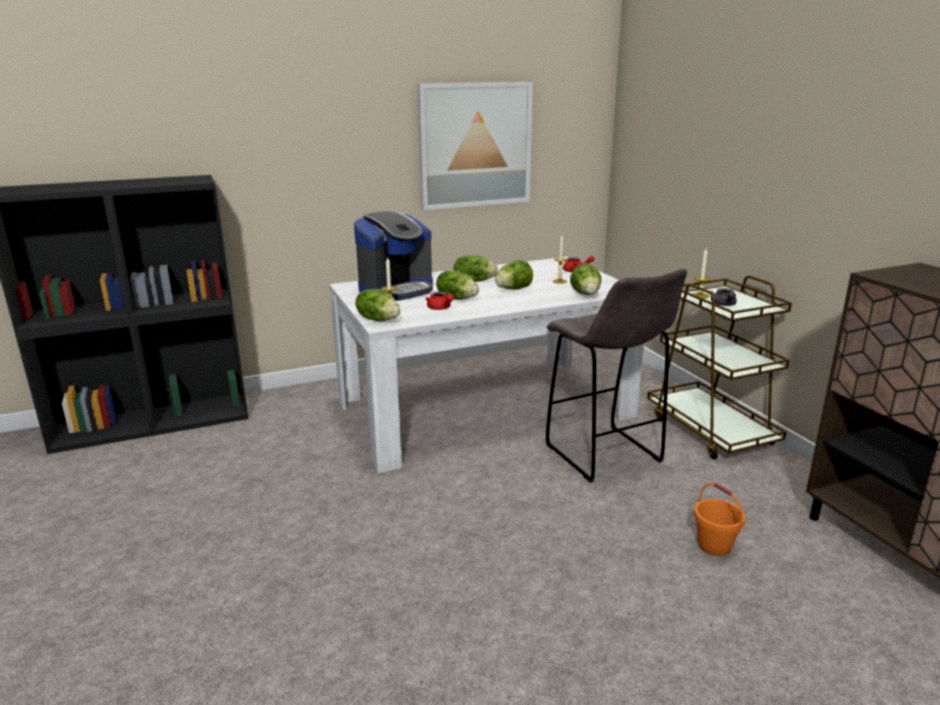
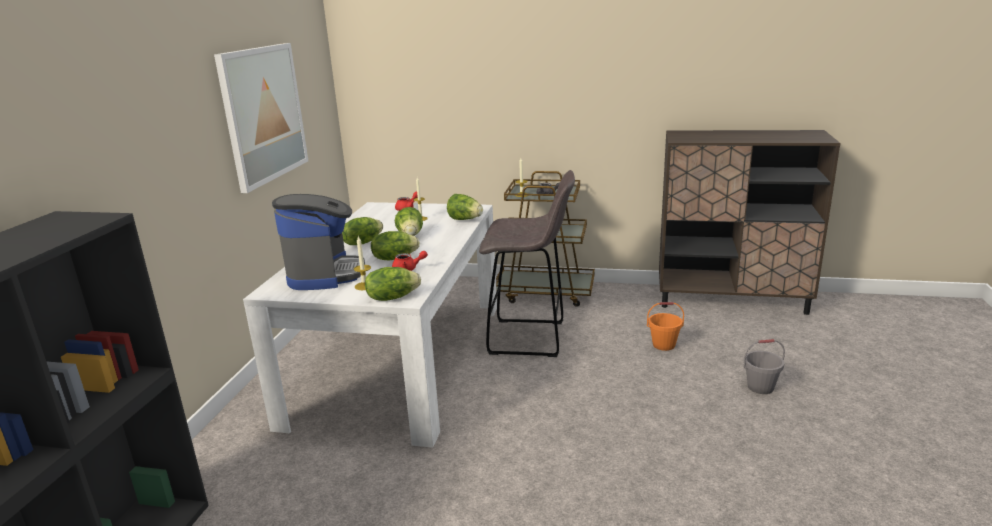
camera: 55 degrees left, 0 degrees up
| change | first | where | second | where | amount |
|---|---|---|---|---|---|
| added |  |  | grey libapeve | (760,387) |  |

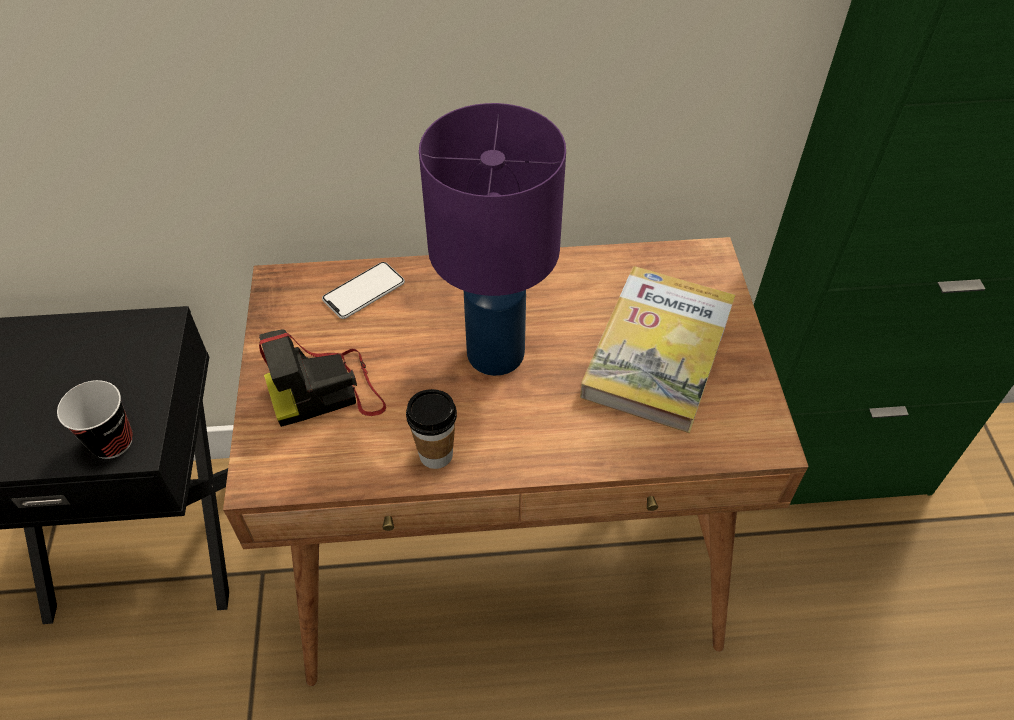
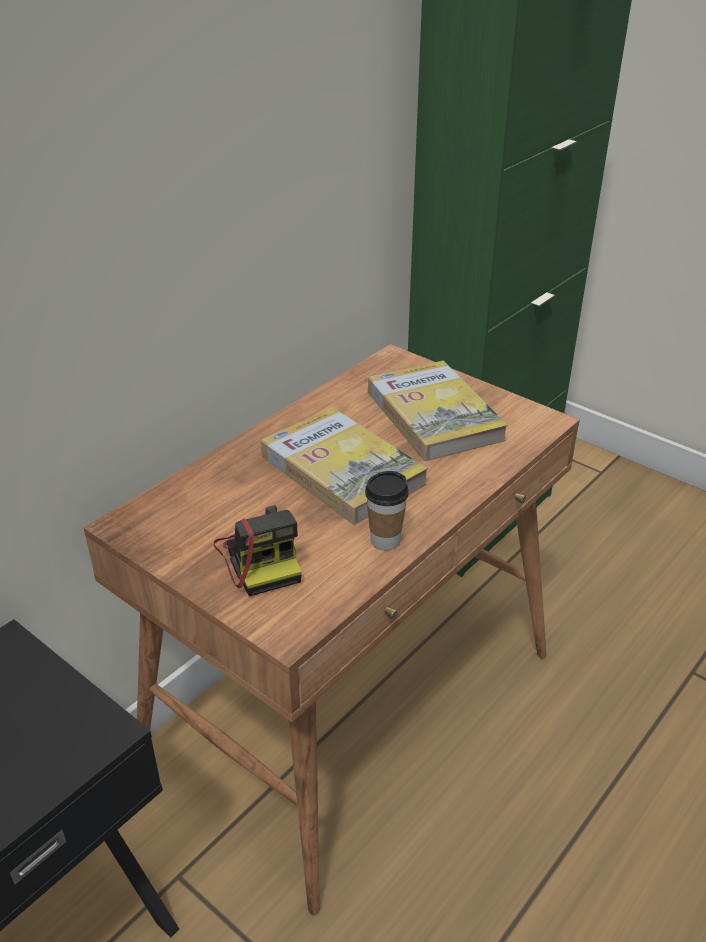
camera: 45 degrees left, 15 degrees down
| change | first | where | second | where | amount |
|---|---|---|---|---|---|
| removed | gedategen | (112,442) |  |  |  |
| turned | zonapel | (327,392) |  | (261,558) | 45 degrees counterclockwise |
| removed | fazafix | (364,291) |  |  |  |
| replaced | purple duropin | (497,352) | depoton | (342,470) |  |

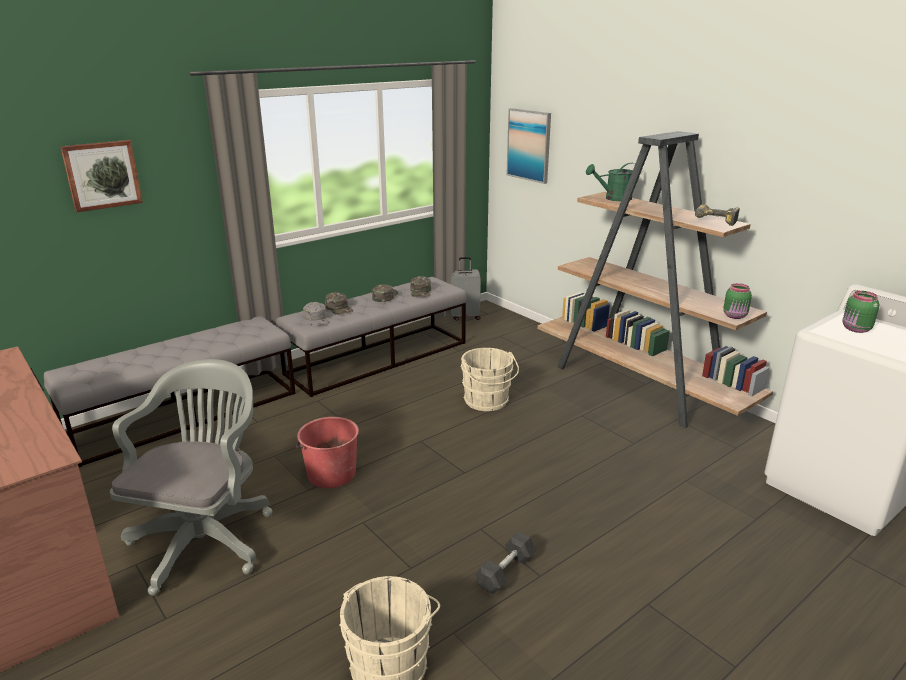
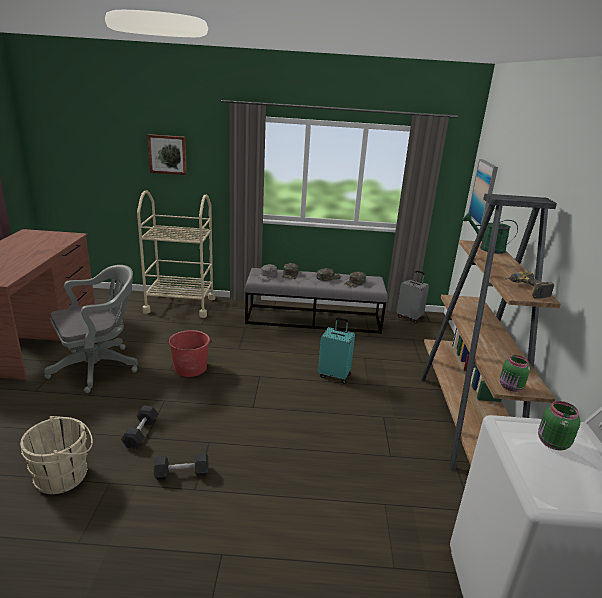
camera: 40 degrees right, 0 degrees up
| change | first | where | second | where | amount |
|---|---|---|---|---|---|
| replaced | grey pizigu | (185,413) | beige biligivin | (180,305) |  |
| replaced | beige libapeve | (487,402) | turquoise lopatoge | (334,375) |  |
| added |  |  | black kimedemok | (141,433) |  |

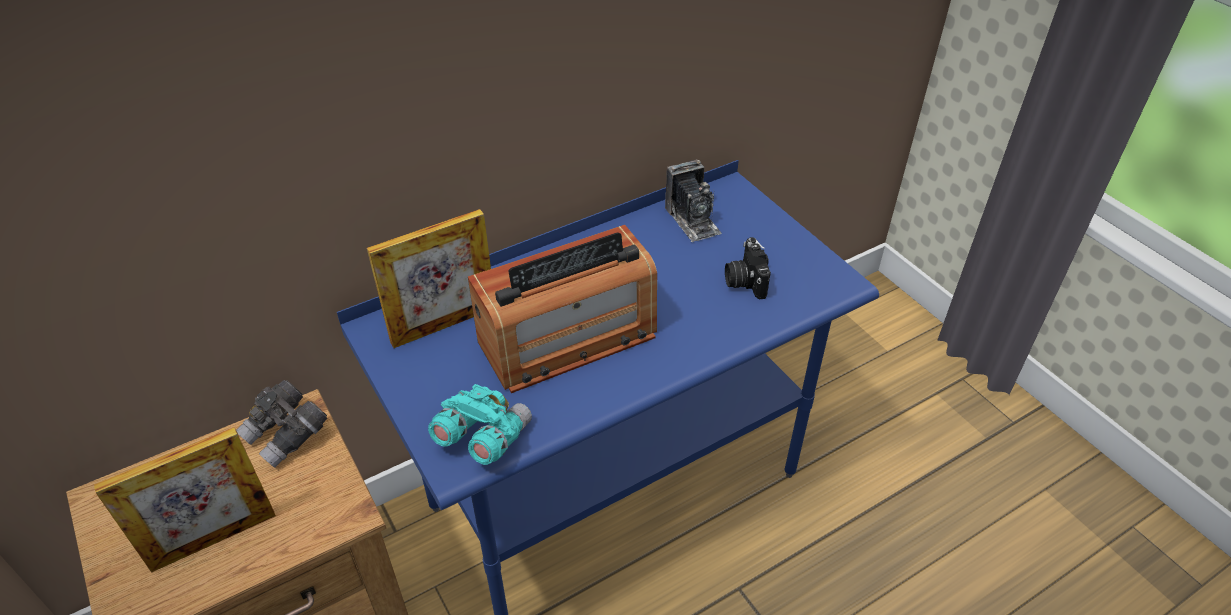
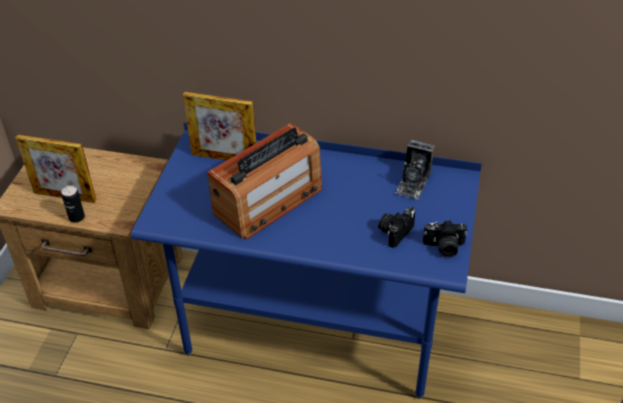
camera: 45 degrees right, 0 degrees up
| change | first | where | second | where | amount |
|---|---|---|---|---|---|
| removed | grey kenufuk | (287,435) |  |  |  |
| removed | turquoise kenufuk | (482,437) |  |  |  |
| turned | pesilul | (568,339) |  | (268,201) | 60 degrees counterclockwise |
| added |  |  | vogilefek | (76,217) |  |
| added |  |  | zonapel | (444,247) |  |

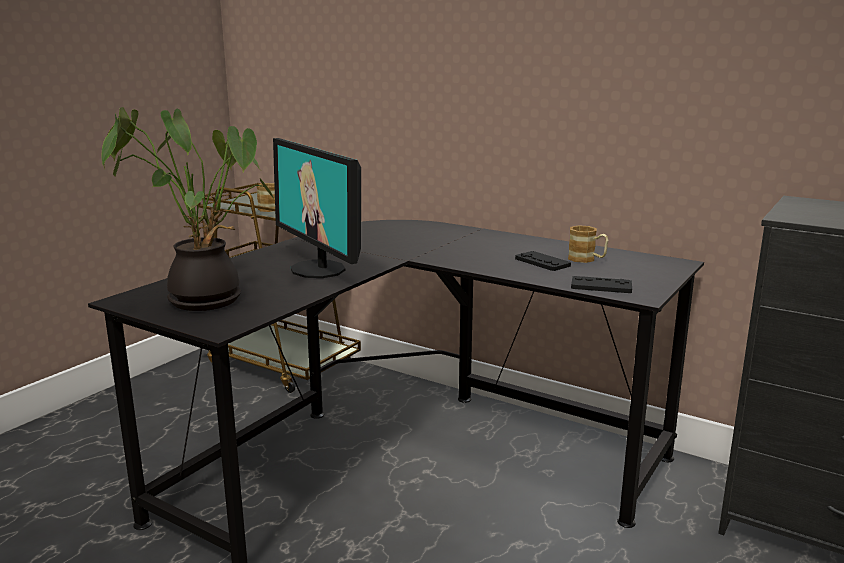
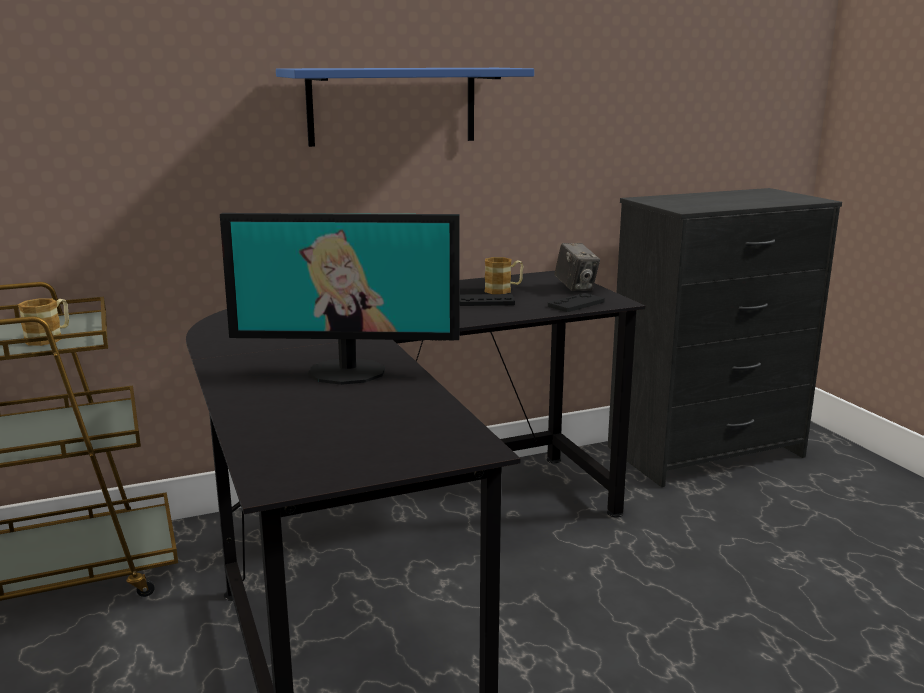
camera: 55 degrees left, 0 degrees up
| change | first | where | second | where | amount |
|---|---|---|---|---|---|
| removed | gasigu | (205,298) |  |  |  |
| added |  |  | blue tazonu | (392,106) |  |
| added |  |  | zonapel | (575,287) |  |

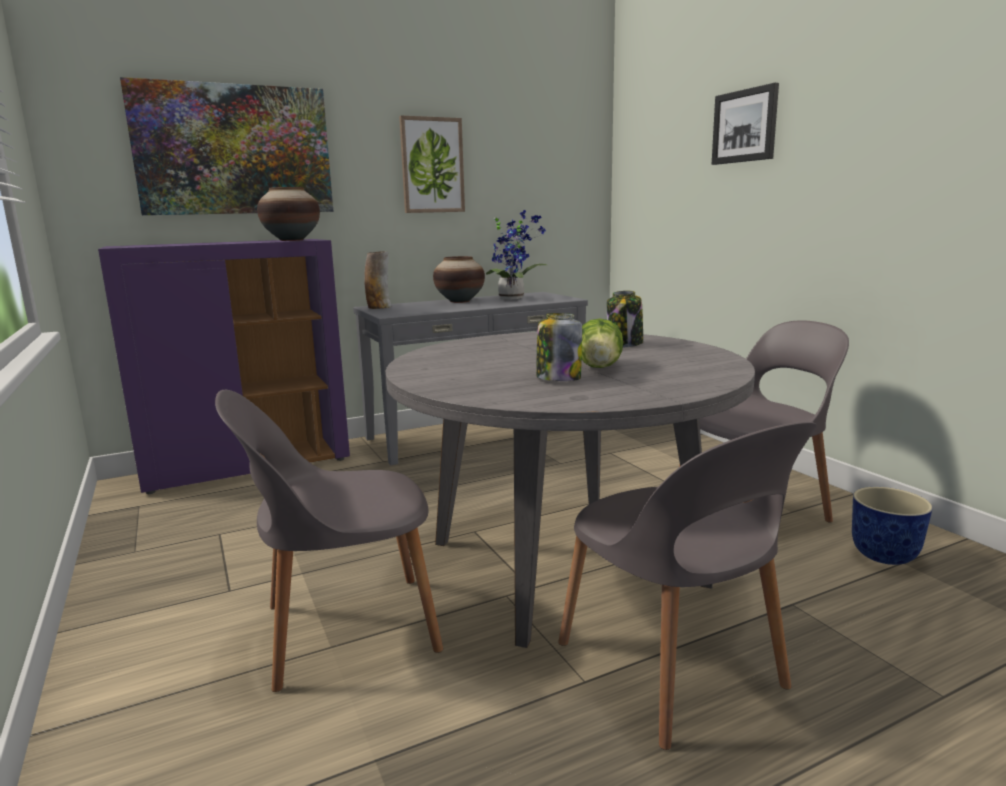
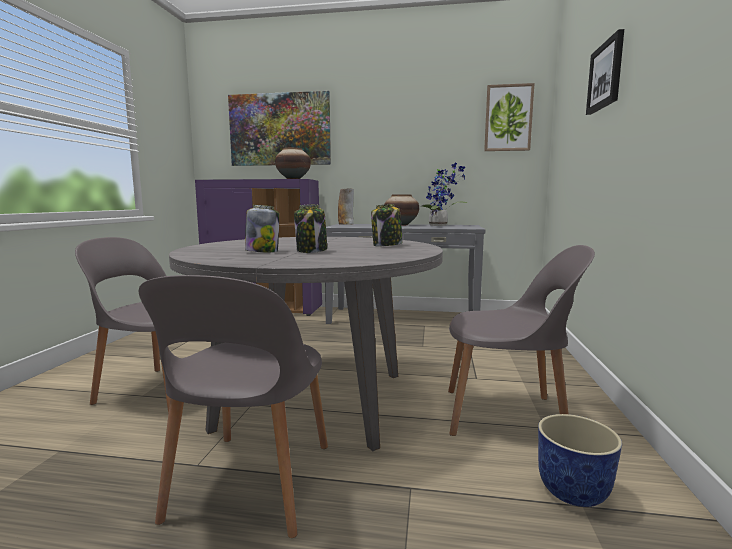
camera: 35 degrees right, 5 degrees down
| change | first | where | second | where | amount |
|---|---|---|---|---|---|
| moved | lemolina | (432,165) |  | (508,118) |  |
| replaced | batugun | (600,367) | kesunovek | (312,251) |  |

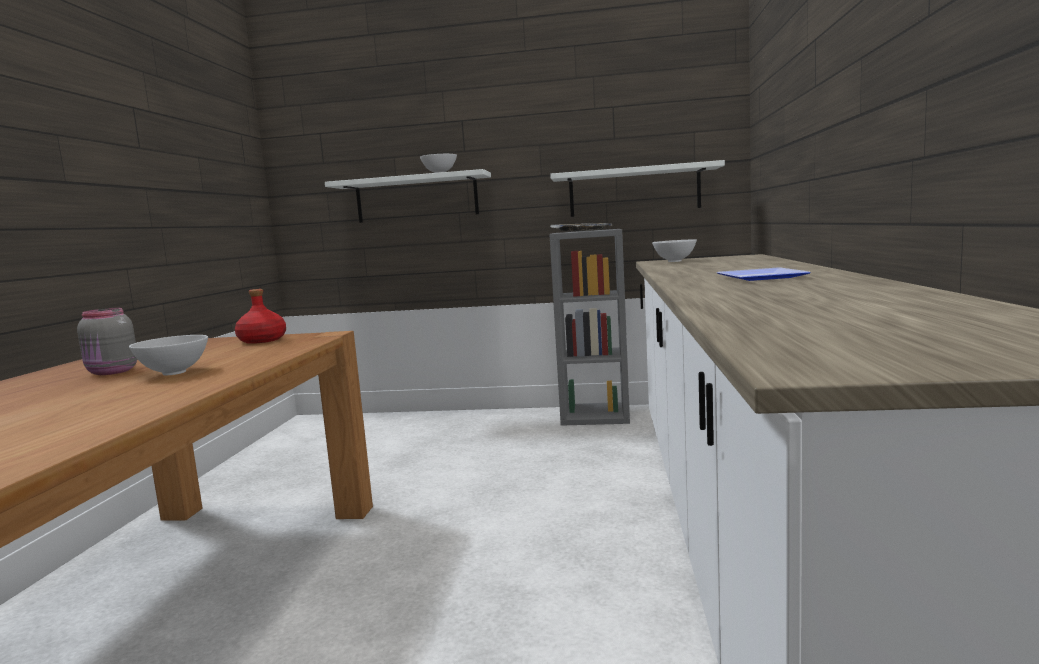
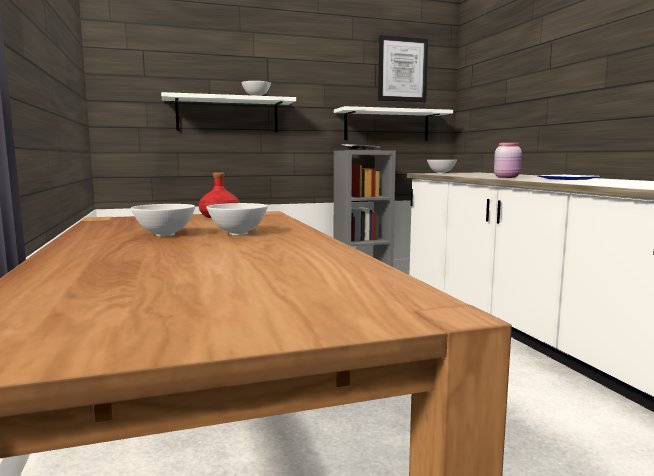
camera: 25 degrees left, 0 degrees up
| change | first | where | second | where | amount |
|---|---|---|---|---|---|
| replaced | grey kesunovek | (112,372) | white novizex | (165,235) |  |
| added |  |  | lemolina | (402,69) |  |
| added |  |  | pink kesunovek | (507,177) |  |

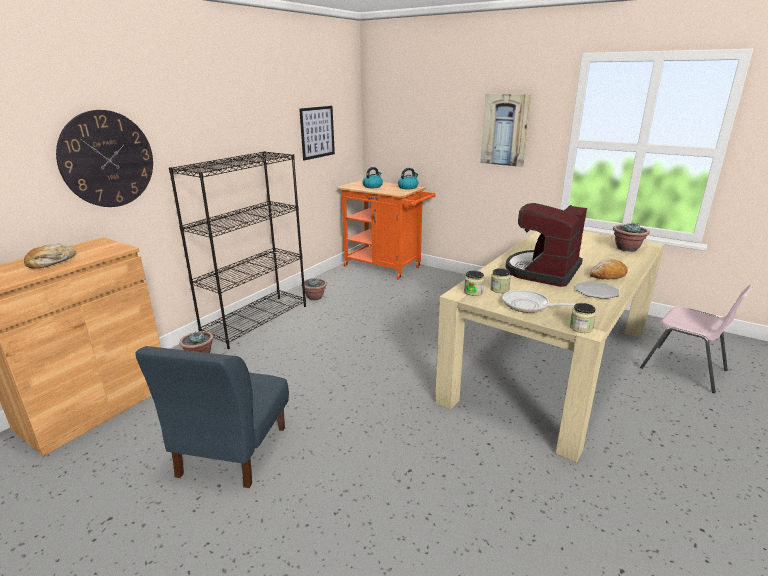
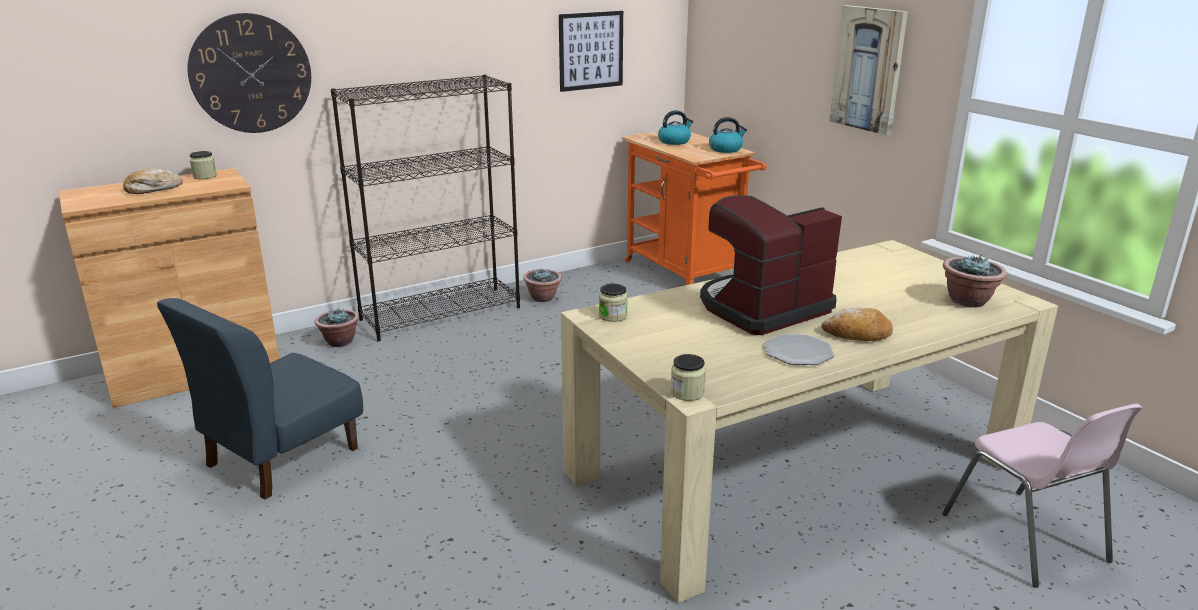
camera: 25 degrees right, 0 degrees up
| change | first | where | second | where | amount |
|---|---|---|---|---|---|
| moved | kesunovek | (499,289) |  | (205,176) |  |
| removed | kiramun | (529,306) |  |  |  |

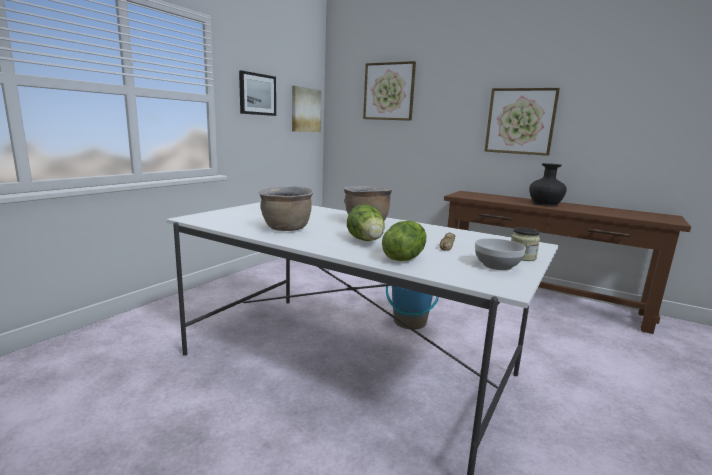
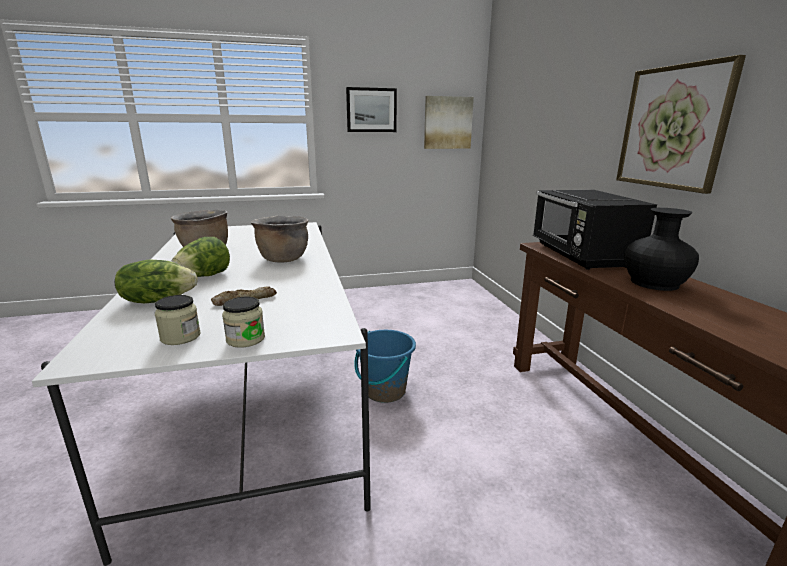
camera: 45 degrees right, 5 degrees up
| change | first | where | second | where | amount |
|---|---|---|---|---|---|
| removed | lemolina | (389,91) |  |  |  |
| replaced | novizex | (497,266) | kesunovek | (180,337) |  |
| added |  |  | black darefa | (581,256) |  |

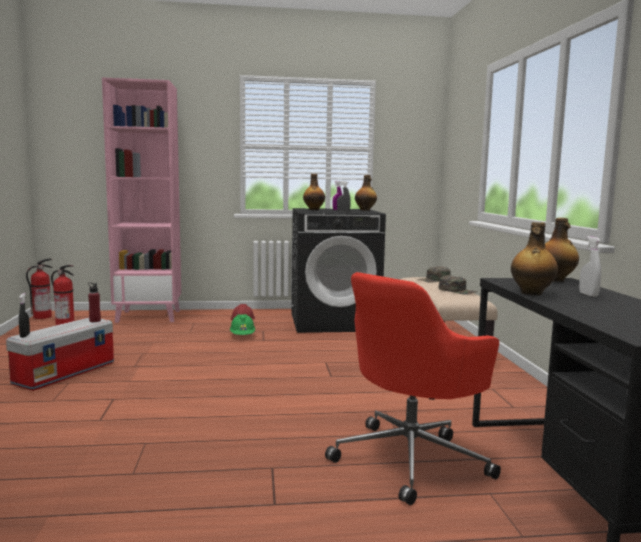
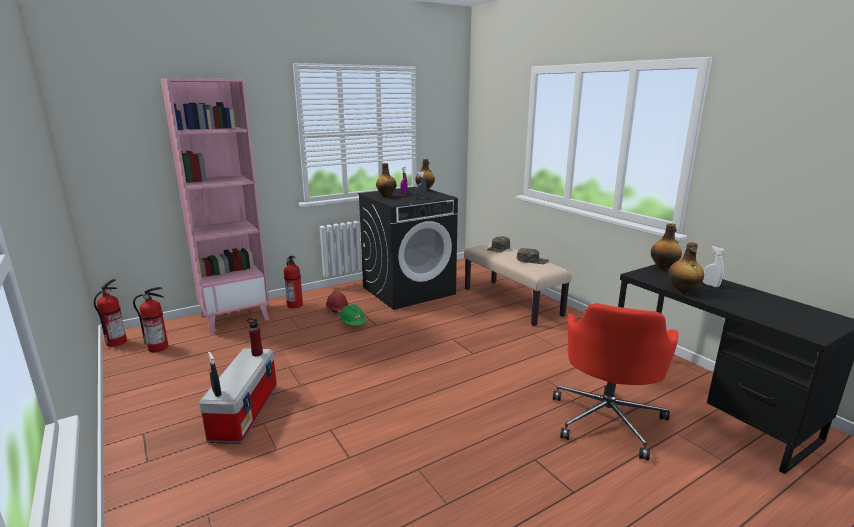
camera: 25 degrees left, 10 degrees up
| change | first | where | second | where | amount |
|---|---|---|---|---|---|
| added |  |  | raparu | (295,305) |  |

